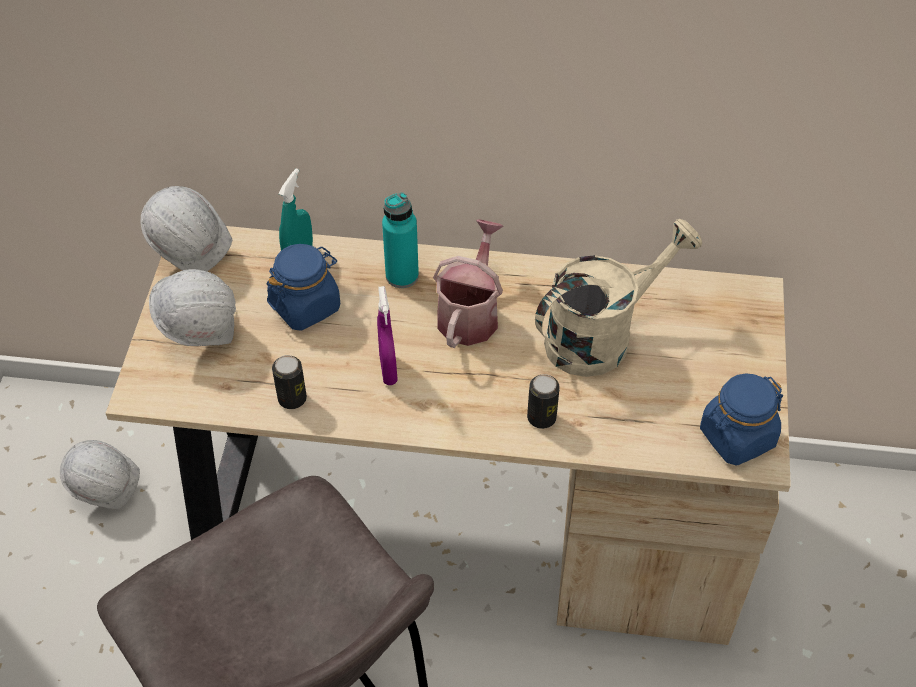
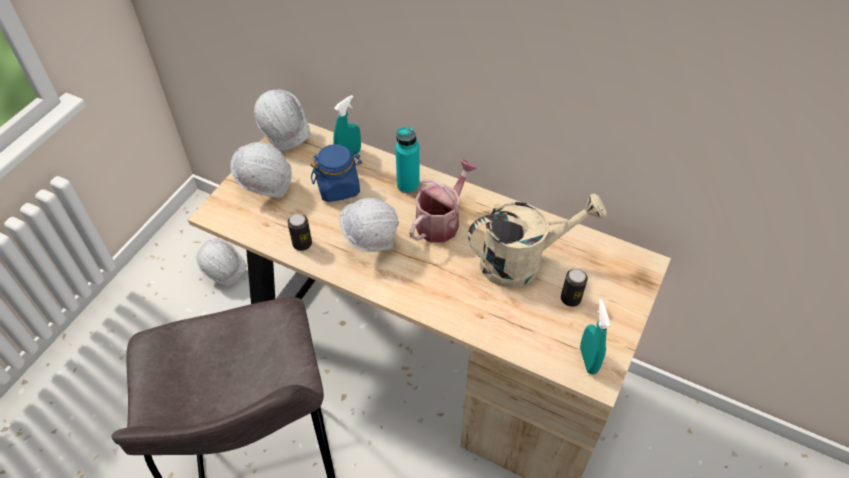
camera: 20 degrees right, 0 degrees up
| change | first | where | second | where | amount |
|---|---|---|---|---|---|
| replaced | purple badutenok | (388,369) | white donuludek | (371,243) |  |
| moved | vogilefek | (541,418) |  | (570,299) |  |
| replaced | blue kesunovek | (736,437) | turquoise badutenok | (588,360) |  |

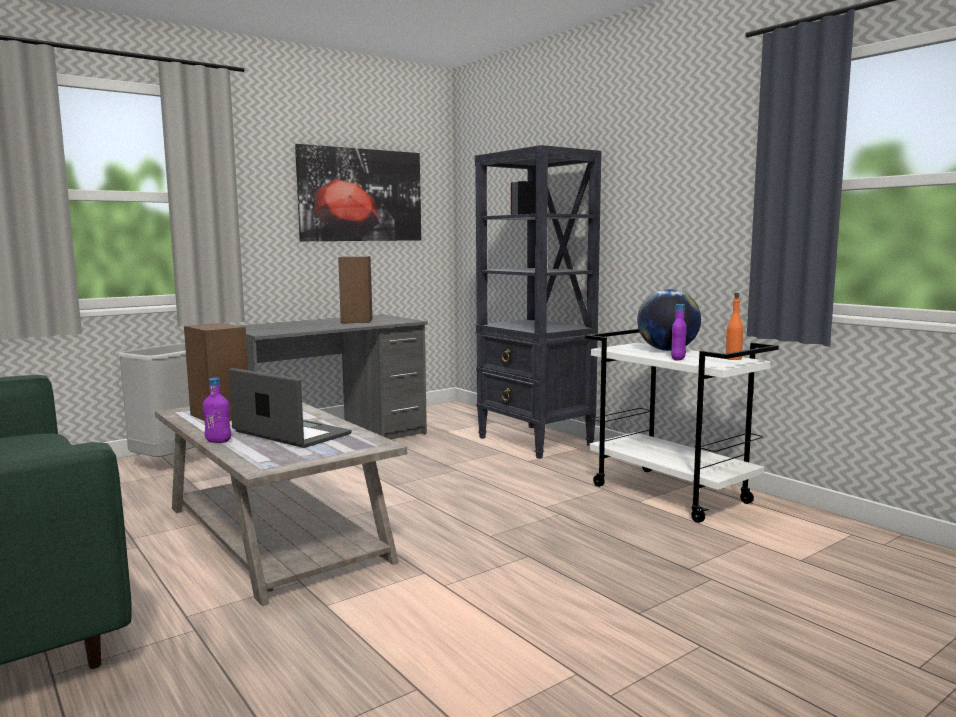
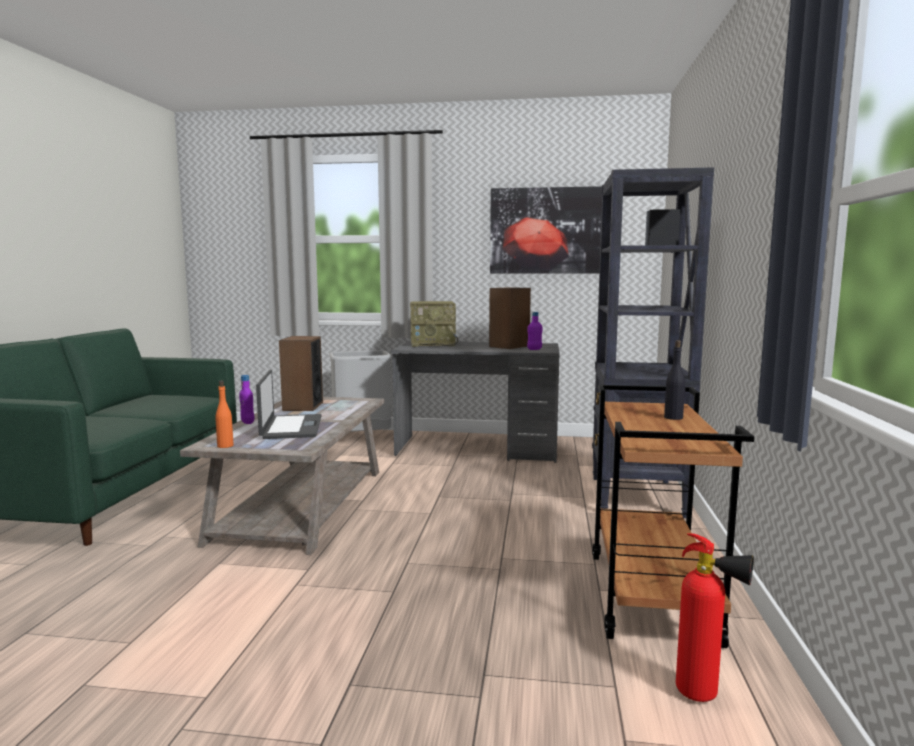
camera: 45 degrees right, 0 degrees up
| change | first | where | second | where | amount |
|---|---|---|---|---|---|
| recoloured | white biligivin | (672,494) | brown biligivin | (652,598) |  |
| replaced | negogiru | (667,350) | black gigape | (673,417) |  |
| moved | purple gigape | (678,359) |  | (534,349) |  |
| moved | orange gigape | (733,358) |  | (225,446) |  |
| added |  |  | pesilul | (433,344) |  |
| added |  |  | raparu | (706,697) |  |

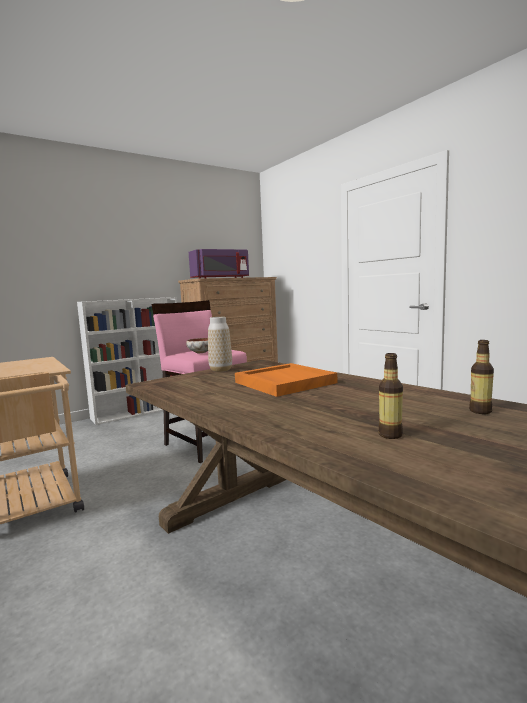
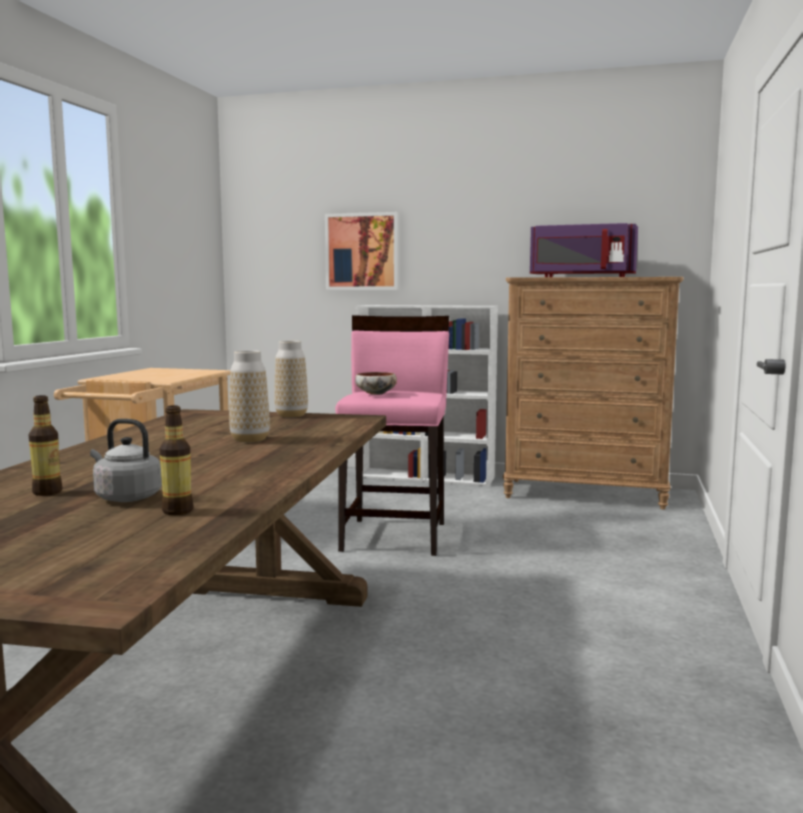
camera: 50 degrees right, 0 degrees up
| change | first | where | second | where | amount |
|---|---|---|---|---|---|
| replaced | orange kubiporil | (283,382) | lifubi | (250,439) |  |
| added |  |  | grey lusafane | (125,497) |  |
| added |  |  | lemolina | (362,251) |  |

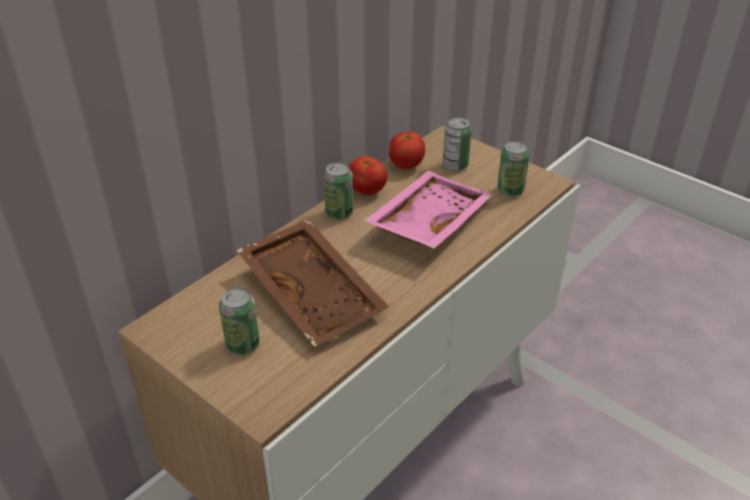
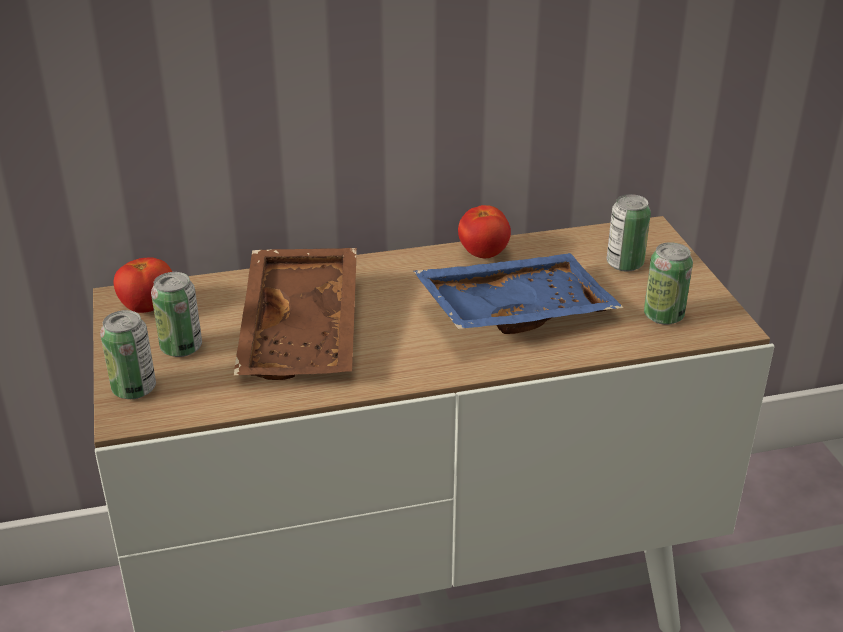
camera: 35 degrees right, 5 degrees down
| change | first | where | second | where | amount |
|---|---|---|---|---|---|
| moved | vogilefek | (339,213) |  | (134,389) |  |
| recoloured | pink kubiporil | (427,222) | blue kubiporil | (514,310) |  |
| moved | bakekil | (406,165) |  | (148,307) |  |

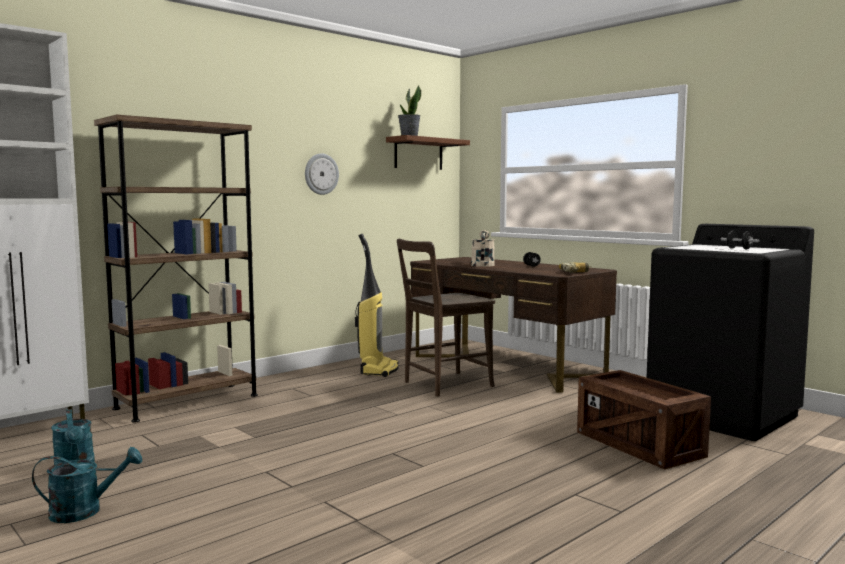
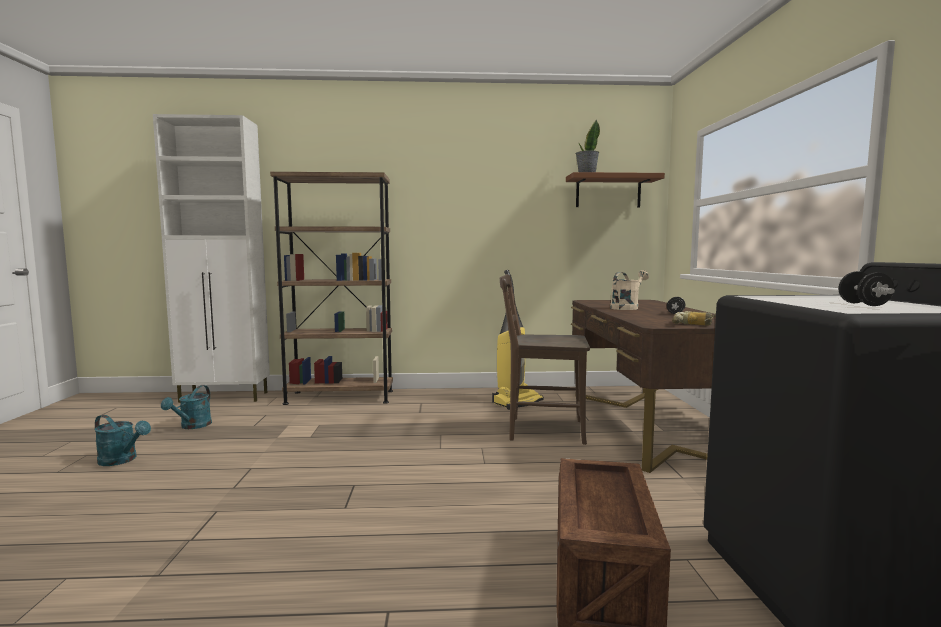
camera: 40 degrees right, 0 degrees up
| change | first | where | second | where | amount |
|---|---|---|---|---|---|
| removed | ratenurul | (321,174) |  |  |  |

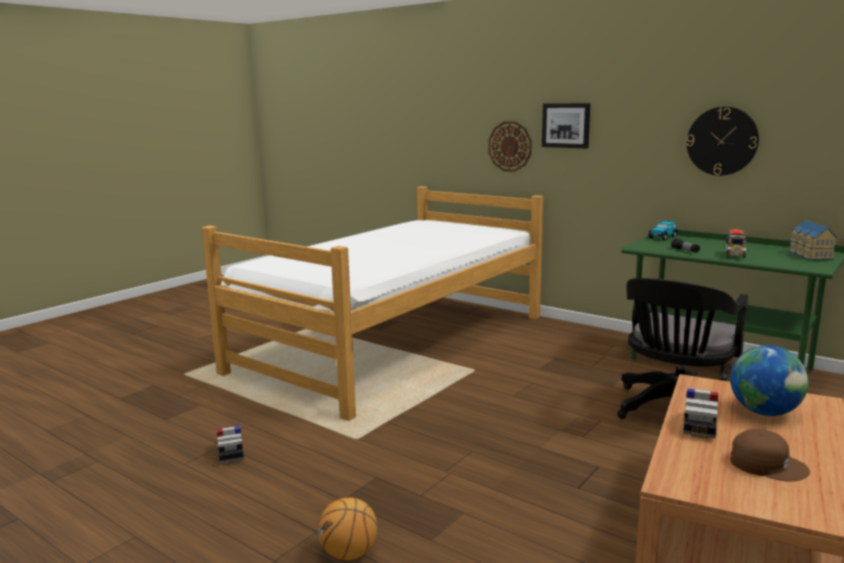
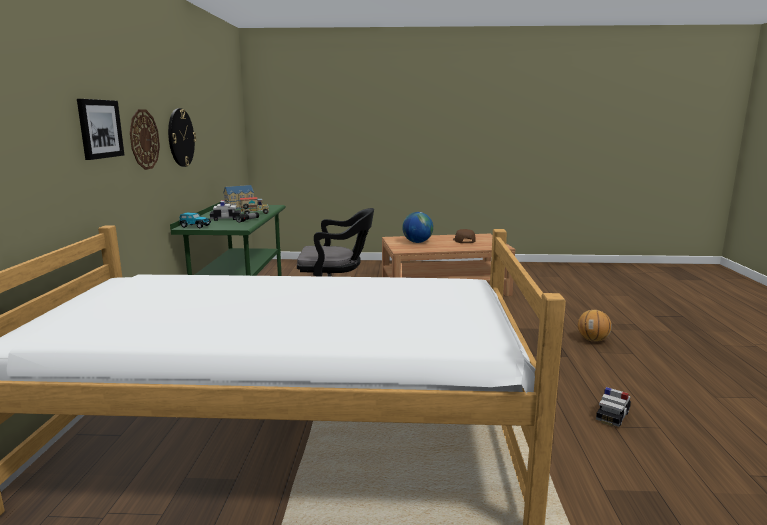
camera: 125 degrees left, 0 degrees up
| change | first | where | second | where | amount |
|---|---|---|---|---|---|
| moved | ratenurul | (510,146) |  | (144,139) |  |
| moved | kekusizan | (699,426) |  | (226,219) |  |

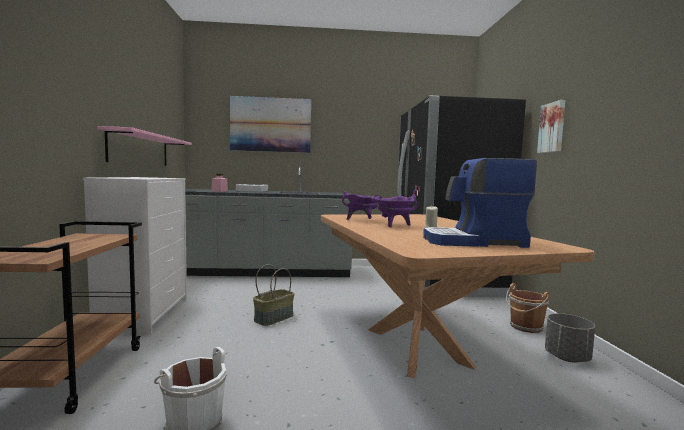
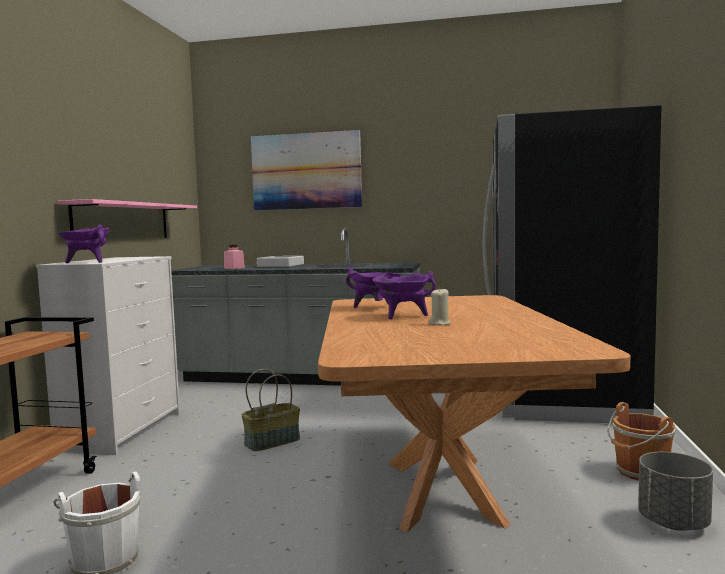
camera: 15 degrees right, 0 degrees up
| change | first | where | second | where | amount |
|---|---|---|---|---|---|
| removed | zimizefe | (474,242) |  |  |  |
| removed | lemolina | (552,127) |  |  |  |
| added |  |  | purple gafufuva | (87,262) |  |

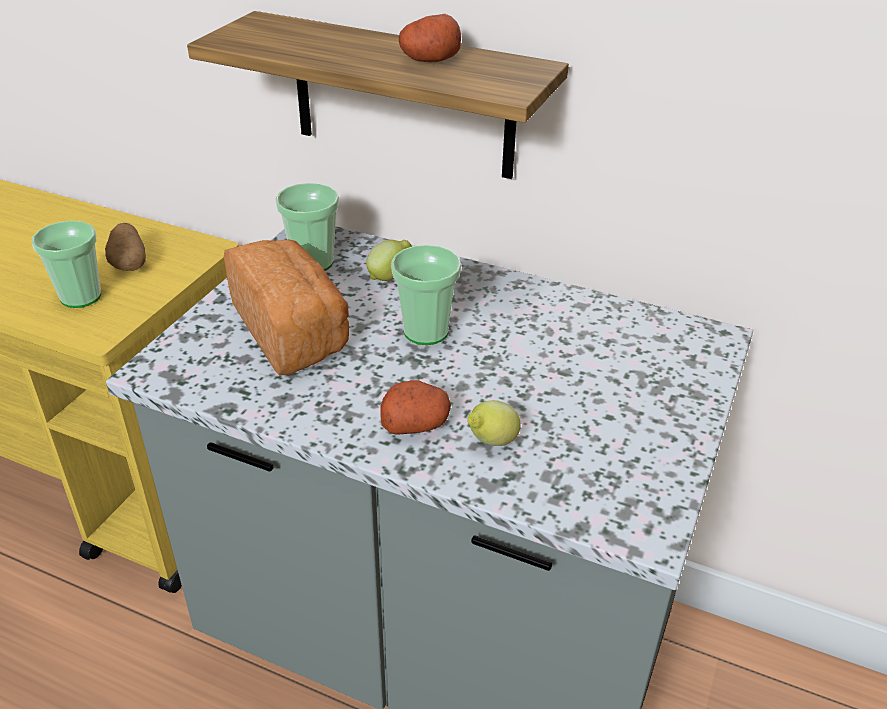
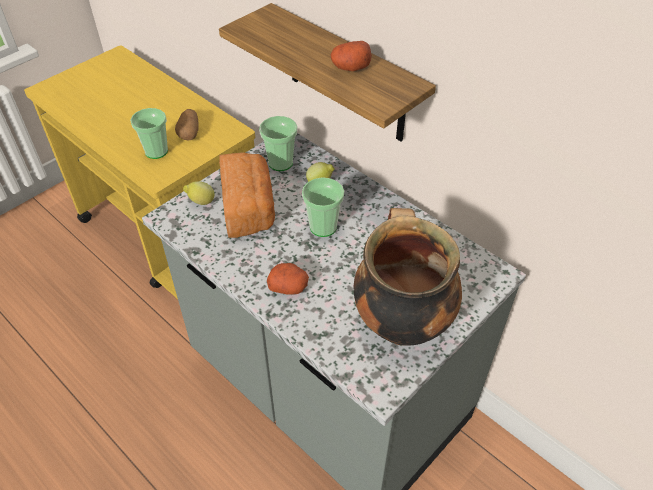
camera: 20 degrees right, 10 degrees up
| change | first | where | second | where | amount |
|---|---|---|---|---|---|
| moved | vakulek | (491,442) |  | (201,202) |  |
| added |  |  | gafufuva | (400,321) |  |

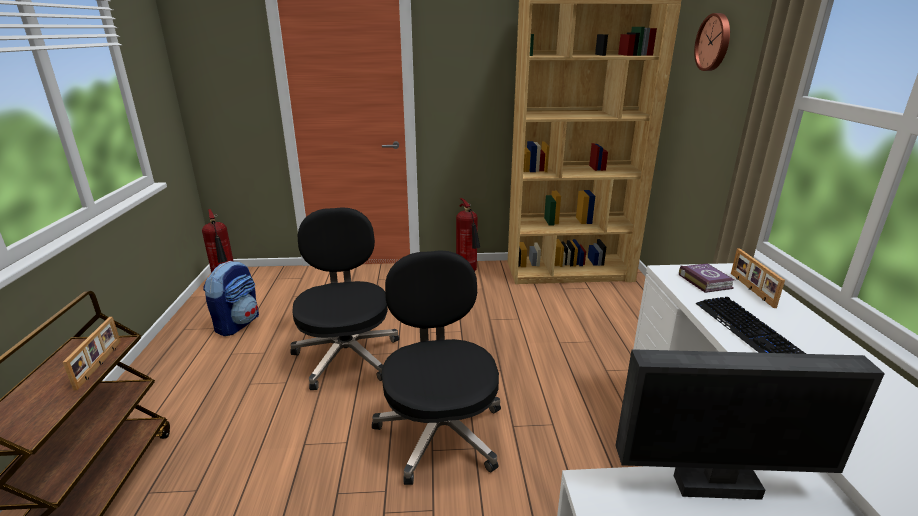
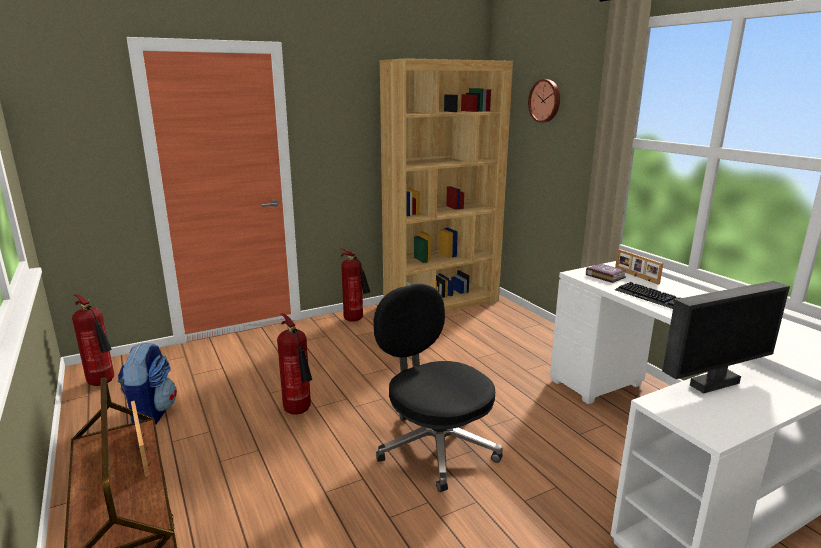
camera: 25 degrees left, 5 degrees down
| change | first | where | second | where | amount |
|---|---|---|---|---|---|
| replaced | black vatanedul | (347,355) | raparu | (299,412) |  |

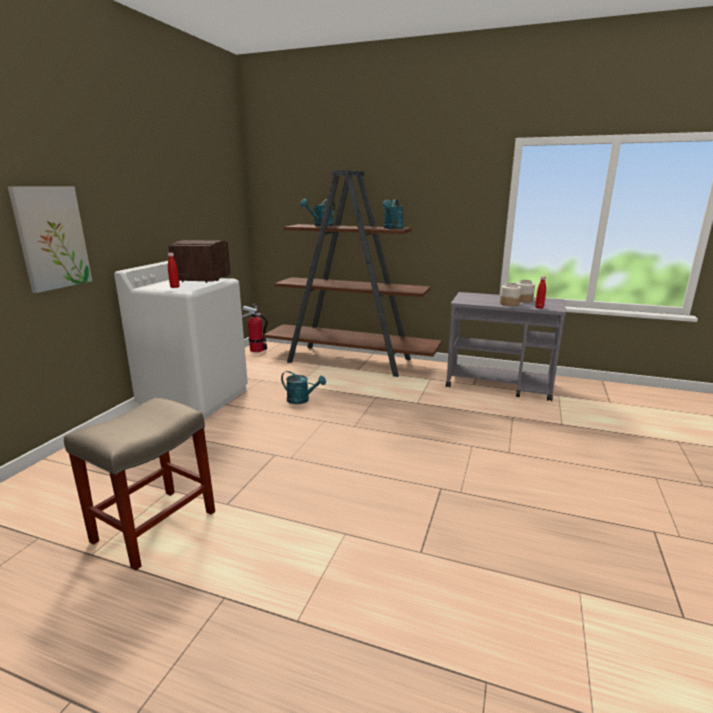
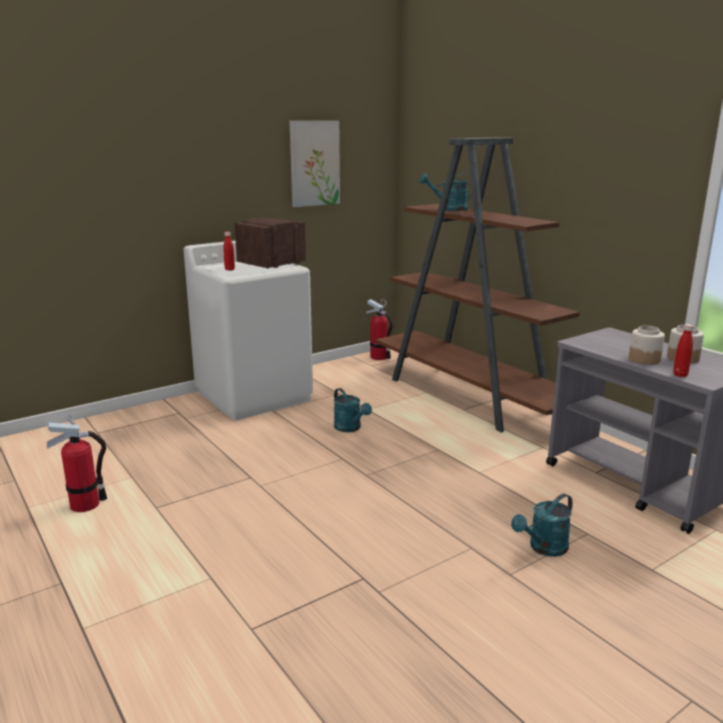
camera: 35 degrees right, 0 degrees up
| change | first | where | second | where | amount |
|---|---|---|---|---|---|
| moved | lemolina | (51,238) |  | (314,163) |  |
| replaced | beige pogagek | (153,527) | raparu | (85,504) |  |
| moved | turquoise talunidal | (392,228) |  | (544,548) |  |

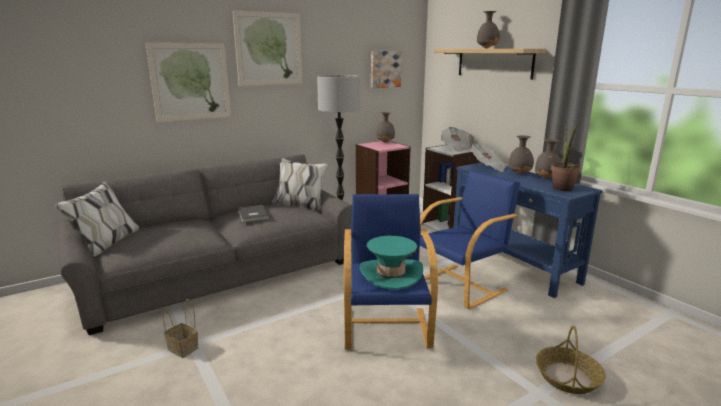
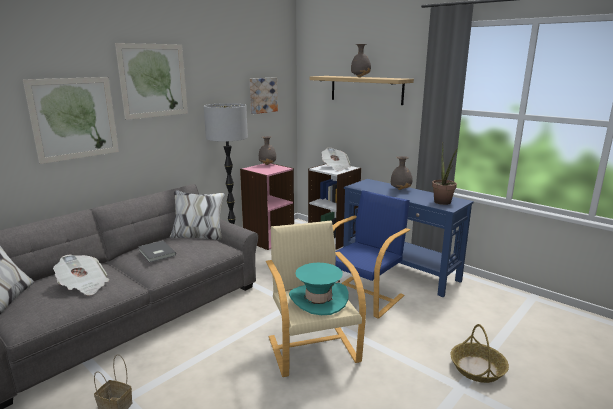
camera: 15 degrees left, 0 degrees up
| change | first | where | second | where | amount |
|---|---|---|---|---|---|
| recoloured | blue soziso | (387,327) | beige soziso | (313,348) |  |
| moved | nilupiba | (488,167) |  | (84,286) |  |
| removed | grey lifubi | (547,178) |  |  |  |

